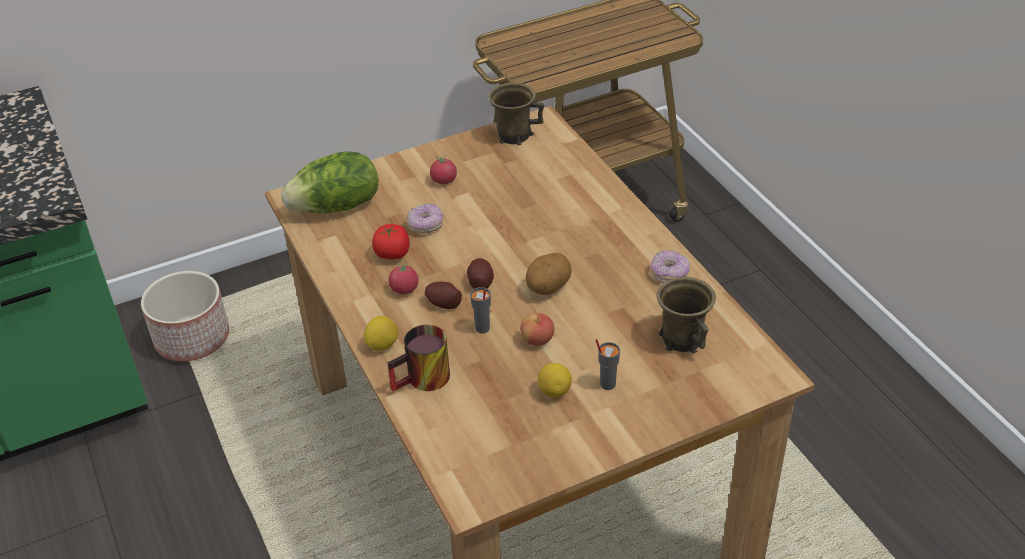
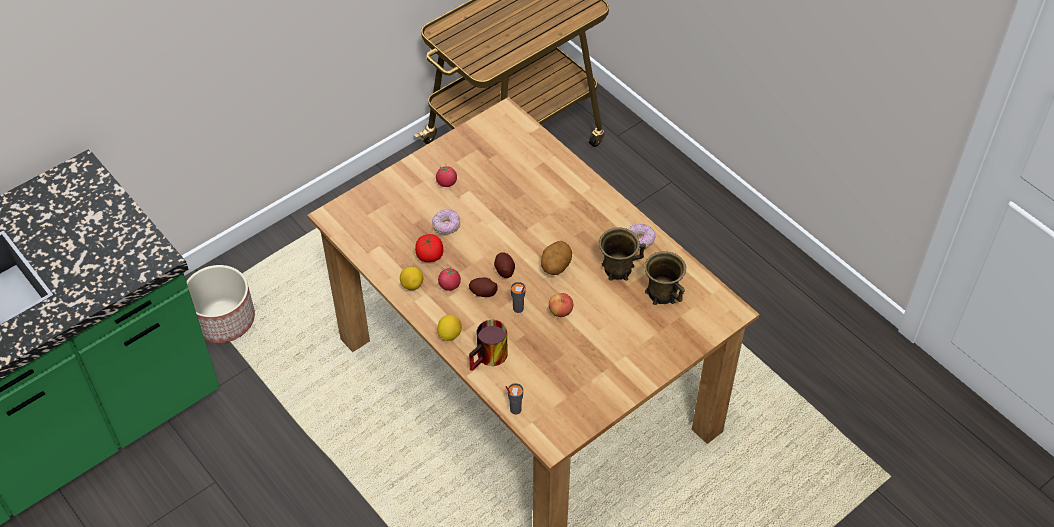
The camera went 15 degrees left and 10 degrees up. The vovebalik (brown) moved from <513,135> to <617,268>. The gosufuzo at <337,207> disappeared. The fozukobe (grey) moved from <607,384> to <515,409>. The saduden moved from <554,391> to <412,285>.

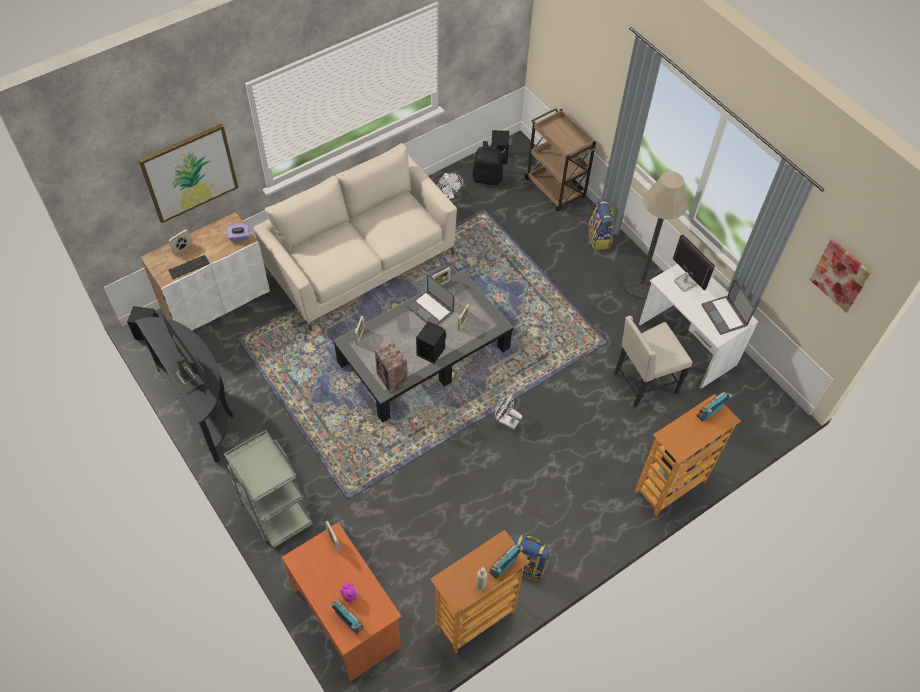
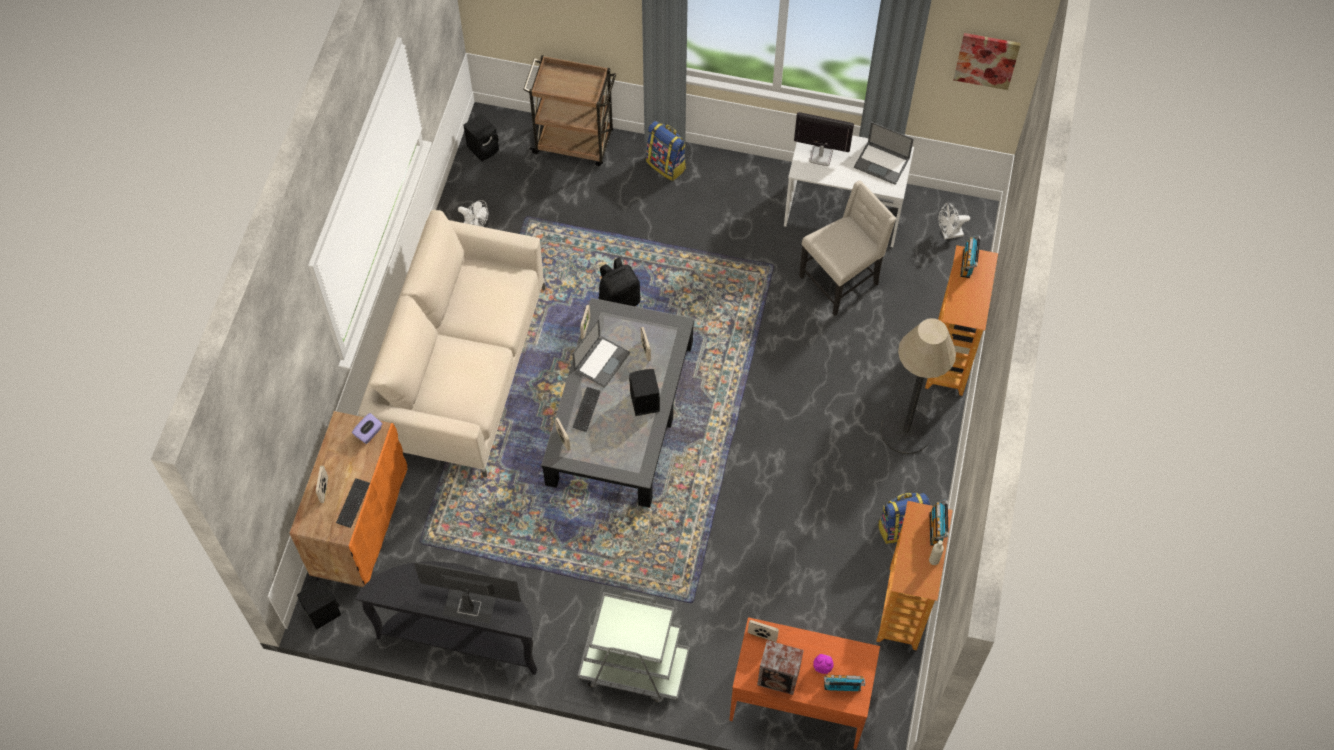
The camera went 40 degrees left and 5 degrees up. The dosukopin at <189,173> disappeared. The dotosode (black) moved from <487,178> to <619,301>. The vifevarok moved from <642,283> to <906,431>. The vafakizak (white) at <217,304> became the vafakizak (orange) at <361,526>. The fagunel at <431,309> turned 60 degrees counterclockwise. The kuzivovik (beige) at <643,383> turned 150 degrees counterclockwise. The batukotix moved from <392,379> to <779,678>. The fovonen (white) moved from <505,421> to <949,234>. The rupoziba at <586,409> appeared.

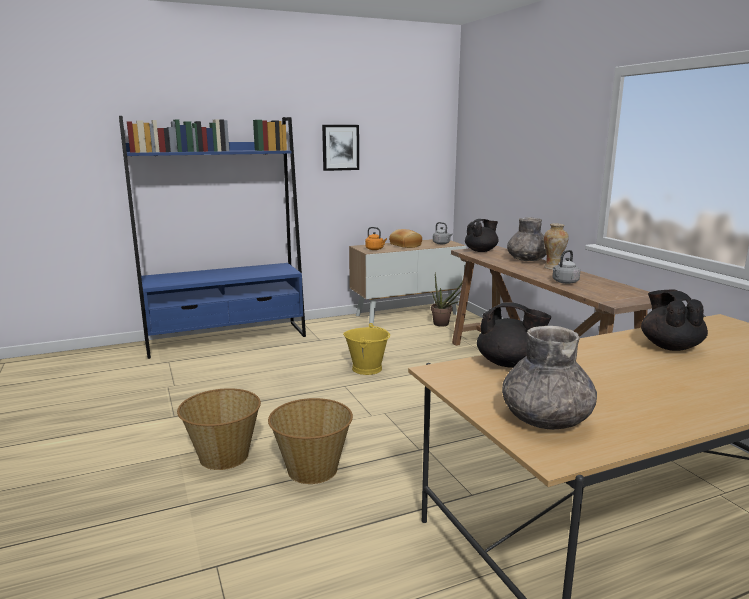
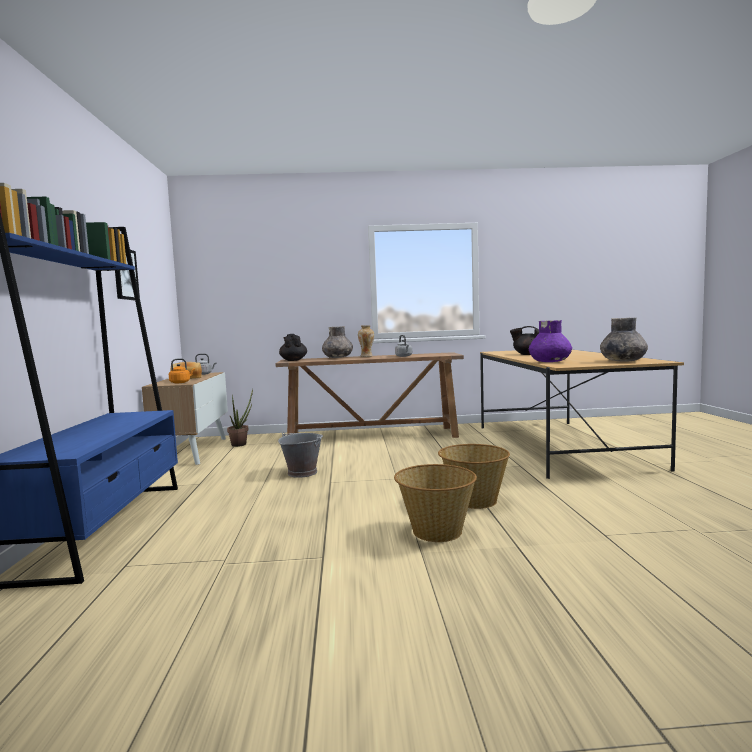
The camera went 70 degrees left and 10 degrees down. The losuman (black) at <509,363> was replaced by the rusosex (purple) at <550,362>. The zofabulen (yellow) at <367,368> became the zofabulen (grey) at <302,472>.

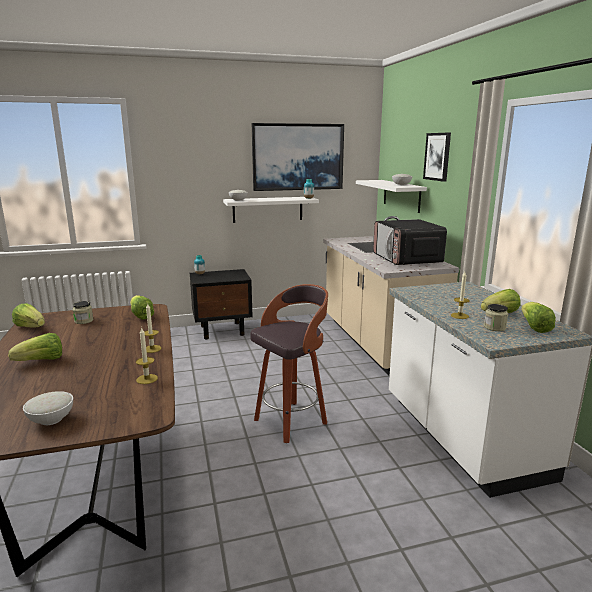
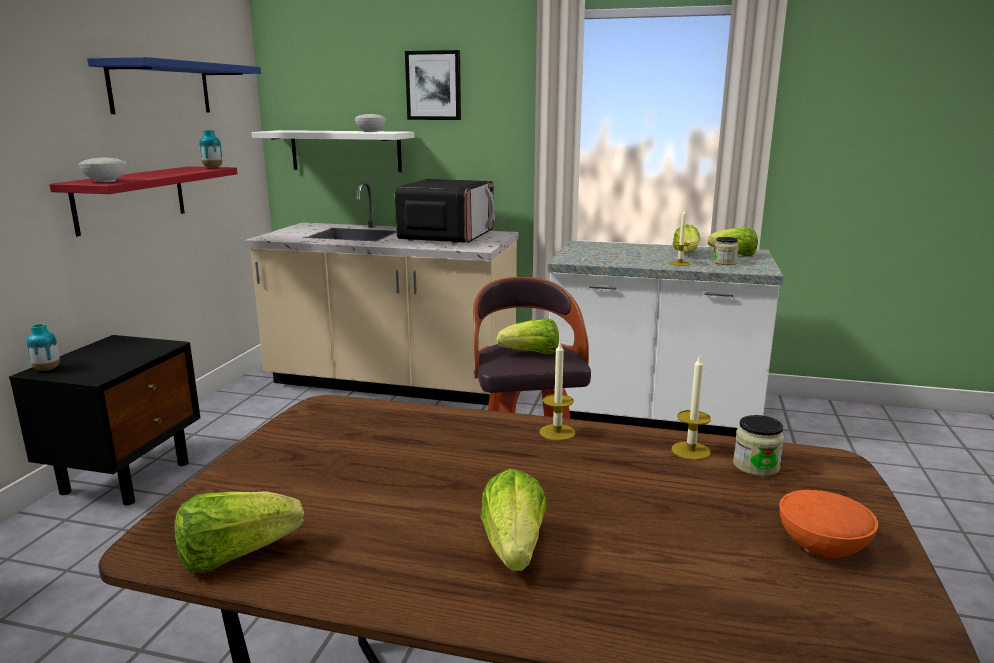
The camera went 60 degrees left and 0 degrees up. The dosukopin at <298,157> was replaced by the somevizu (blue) at <160,88>. The somevizu (white) at <267,209> became the somevizu (red) at <131,199>. The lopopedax at <406,259> turned 90 degrees counterclockwise. The gosufuzo moved from <141,316> to <531,354>. The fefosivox moved from <84,321> to <756,466>. The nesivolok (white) at <52,419> became the nesivolok (orange) at <820,546>.

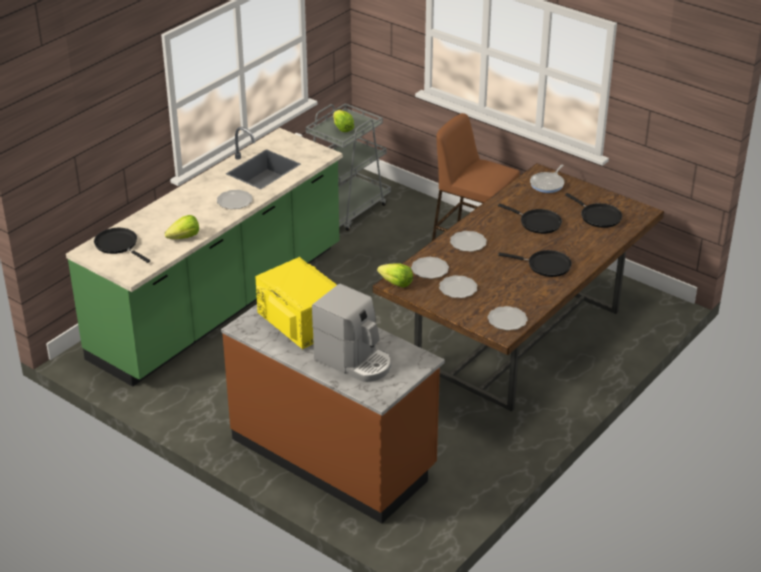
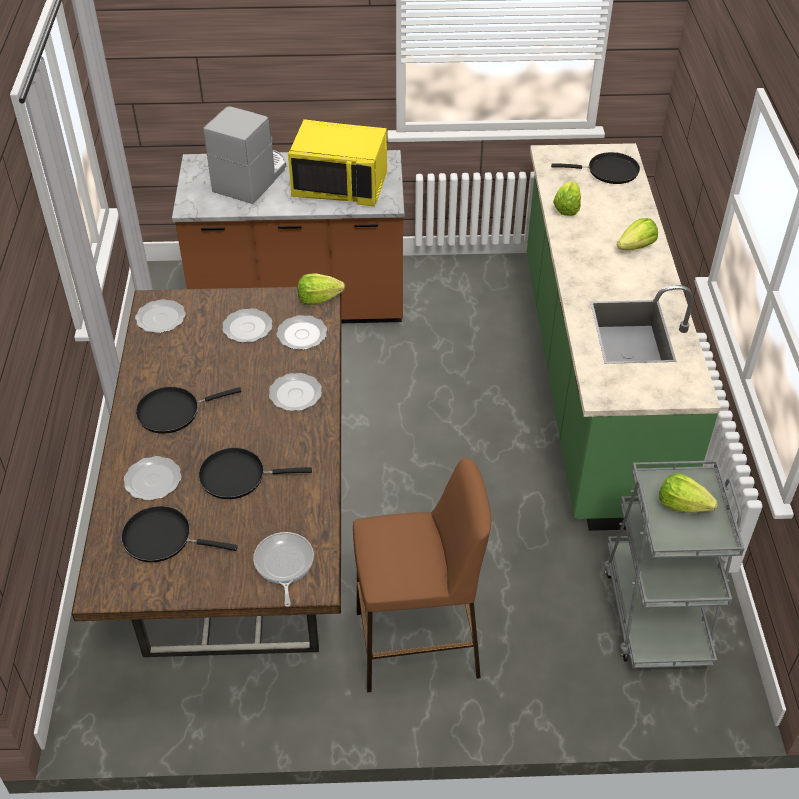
The camera went 140 degrees right and 10 degrees up. The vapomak moved from <235,201> to <152,480>. The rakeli at <354,361> turned 120 degrees clockwise. The gosufuzo at <636,247> appeared.

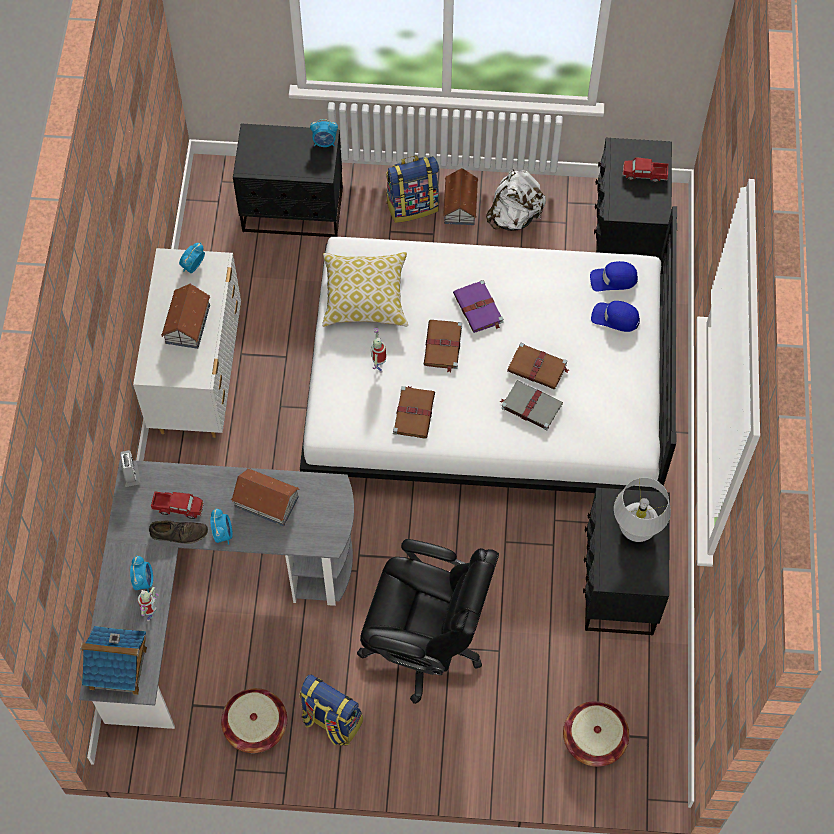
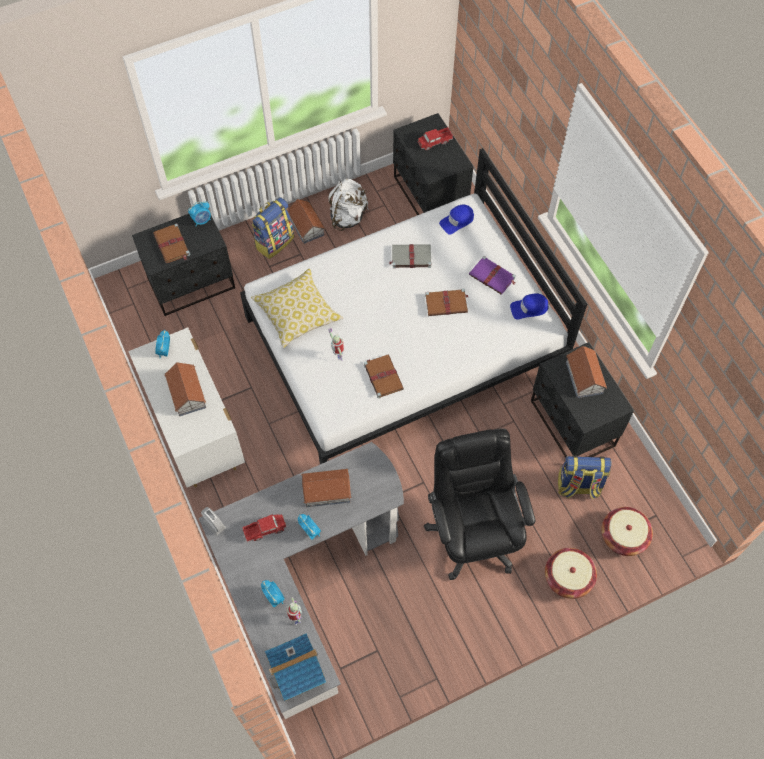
The camera went 30 degrees left and 0 degrees up. The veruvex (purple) moved from <478,308> to <492,277>. The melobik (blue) moved from <615,318> to <529,308>. The veruvex (brown) moved from <443,346> to <172,245>. The veruvex (grey) moved from <530,405> to <410,257>. The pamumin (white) at <637,529> was replaced by the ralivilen at <584,377>. The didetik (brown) at <179,533> disappeared. The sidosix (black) at <425,643> turned 90 degrees counterclockwise. The dotosode moved from <331,721> to <578,486>. The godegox moved from <256,726> to <568,577>.

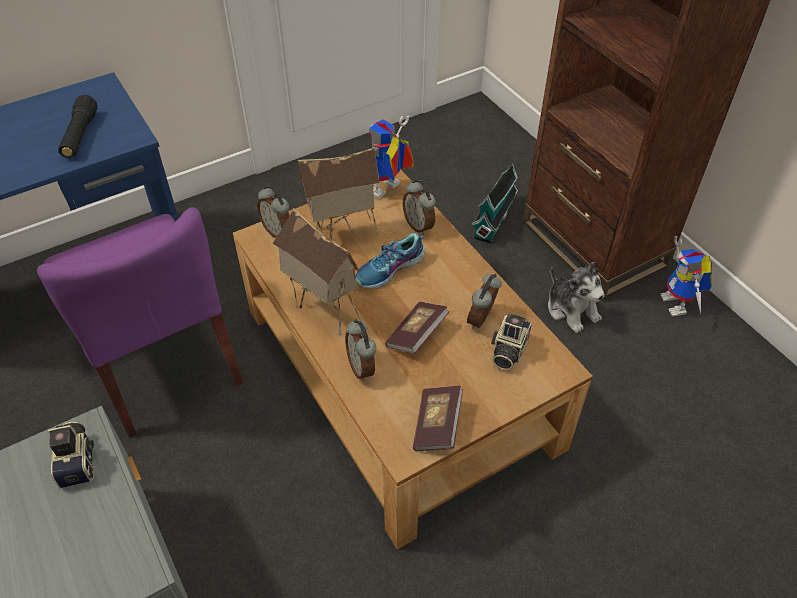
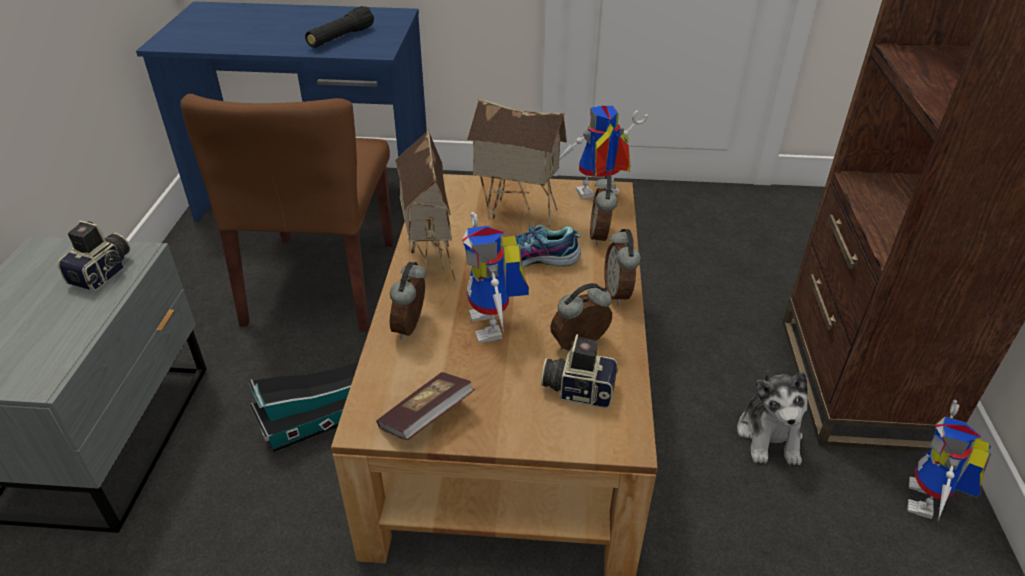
The camera went 35 degrees right and 10 degrees down. The ralivilen moved from <494,219> to <320,423>. The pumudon moved from <278,231> to <618,293>. The kuzivovik (purple) at <163,362> became the kuzivovik (brown) at <322,283>. The veruvex at <416,335> was replaced by the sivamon at <495,327>. The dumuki at <507,350> turned 45 degrees clockwise.

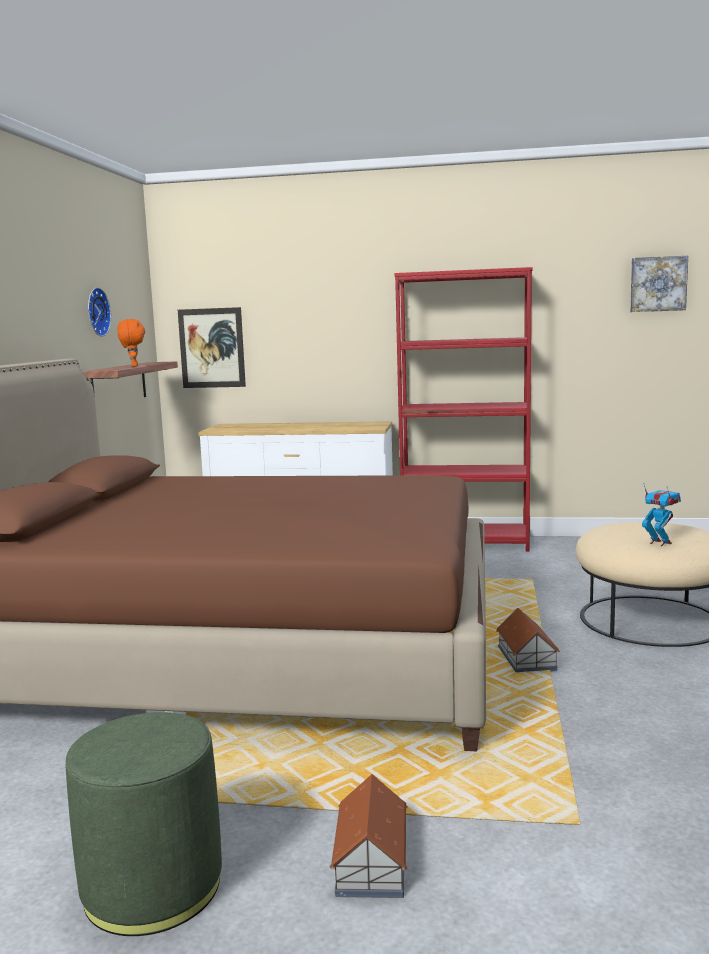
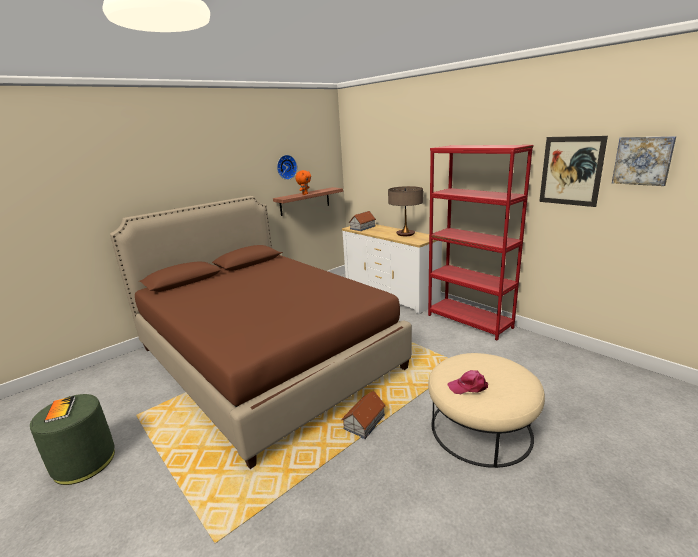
The camera went 40 degrees right and 10 degrees up. The dosukopin moved from <211,348> to <571,171>. The sivamon at <660,543> was replaced by the melobik (pink) at <468,386>. The ralivilen moved from <370,863> to <362,227>. The pamumin at <405,234> appeared. The veruvex at <60,410> appeared.

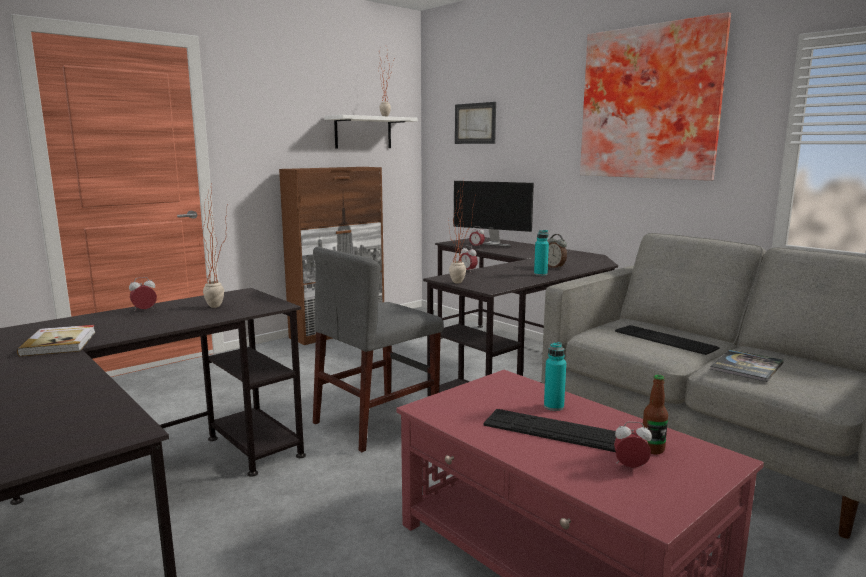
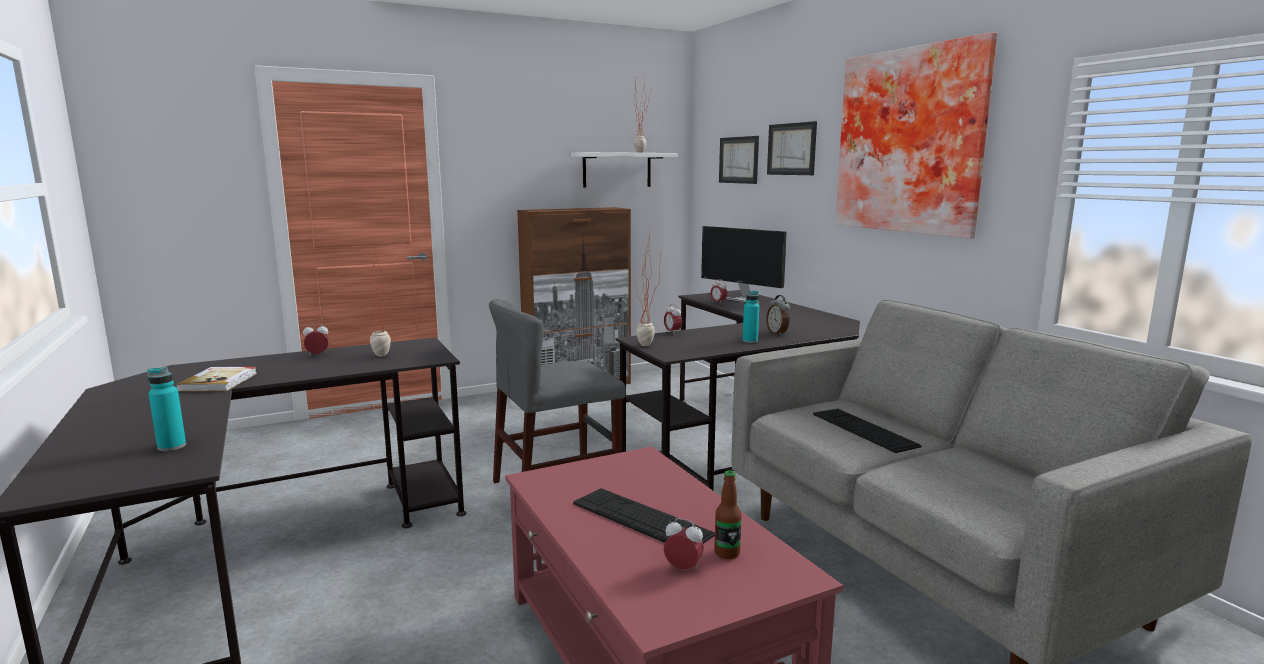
The camera went 15 degrees right and 0 degrees up. The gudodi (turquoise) moved from <553,407> to <172,446>. The veruvex at <747,366> disappeared. The dosukopin at <791,149> appeared.

